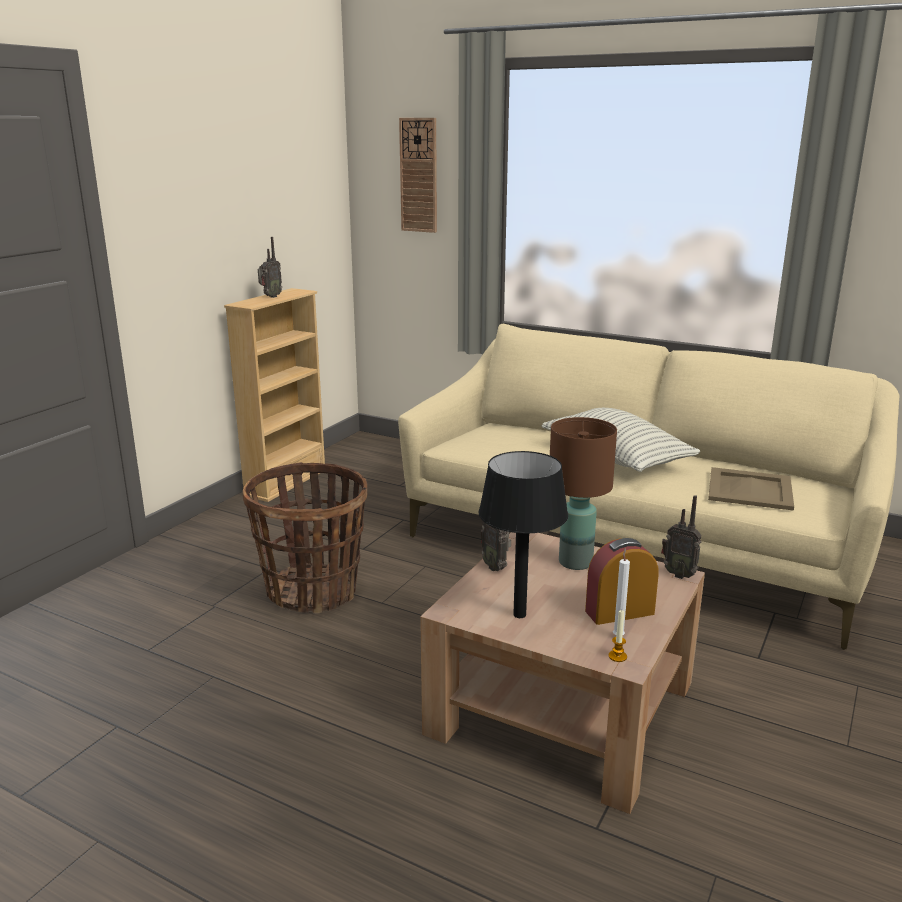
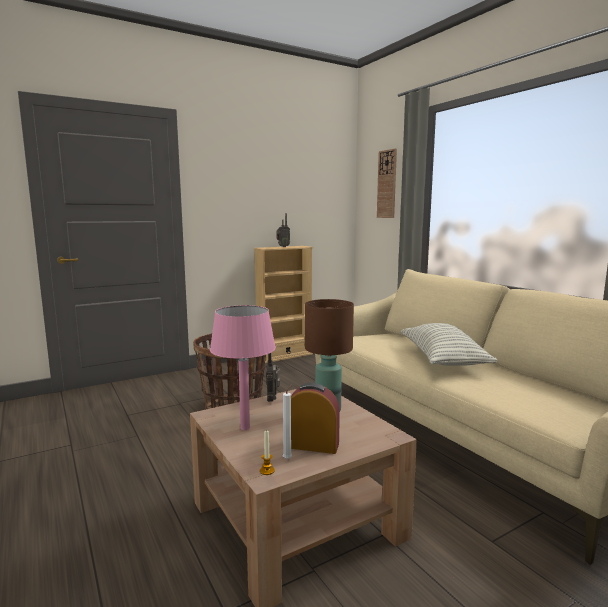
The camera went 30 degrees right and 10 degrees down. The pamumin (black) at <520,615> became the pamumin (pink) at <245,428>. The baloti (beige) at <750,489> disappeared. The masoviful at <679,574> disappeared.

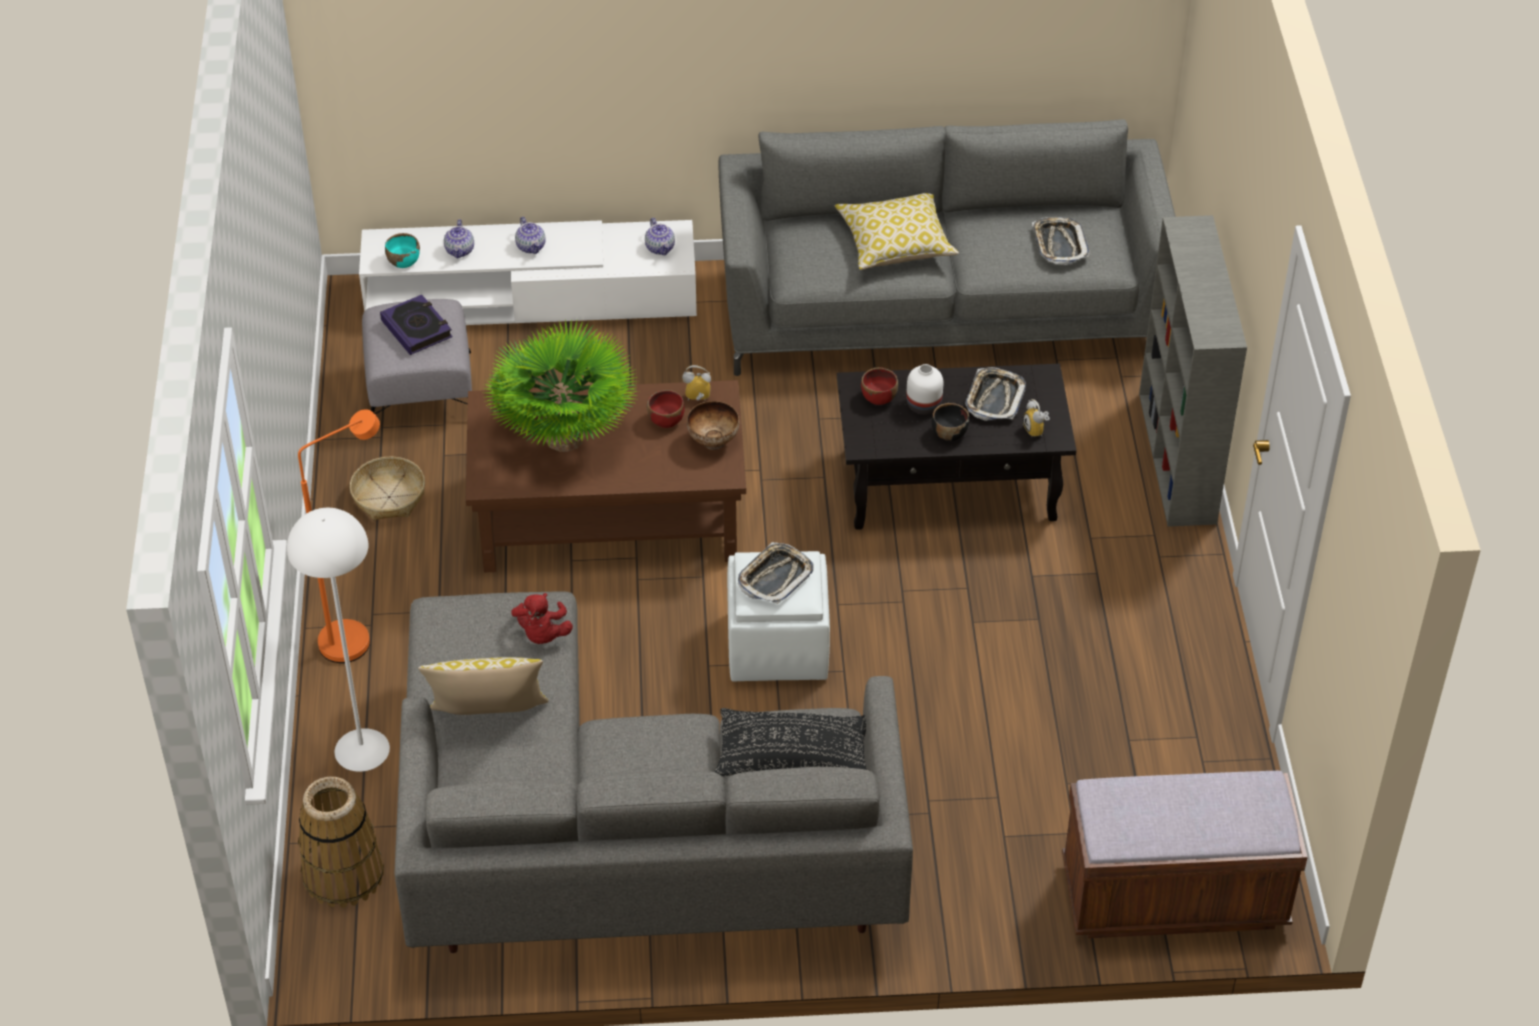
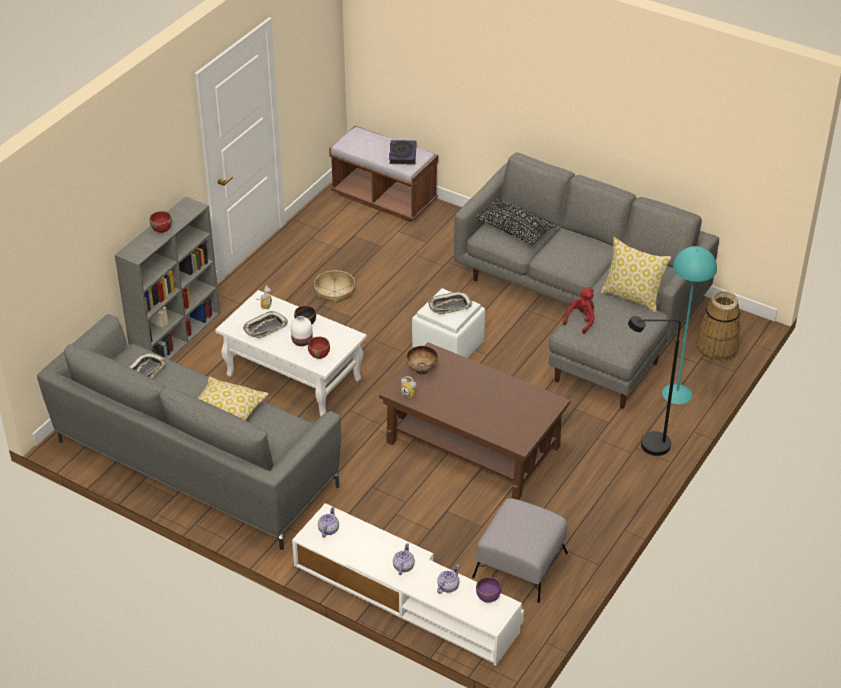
The camera went 145 degrees left and 5 degrees down. The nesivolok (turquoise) at <403,261> became the nesivolok (purple) at <488,597>. The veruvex moved from <417,329> to <402,155>. The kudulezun at <564,437> disappeared. The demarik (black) at <951,484> became the demarik (white) at <293,377>. The nesivolok (red) moved from <666,420> to <161,229>. The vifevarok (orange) at <357,637> became the vifevarok (black) at <647,445>. The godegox moved from <389,497> to <335,292>. The vifevarok (white) at <361,749> became the vifevarok (turquoise) at <677,394>.

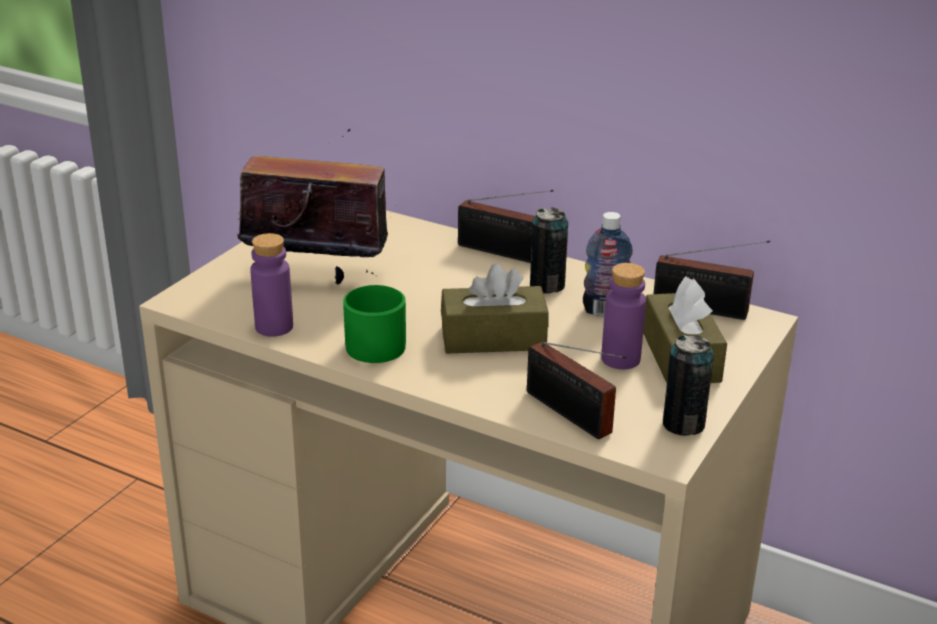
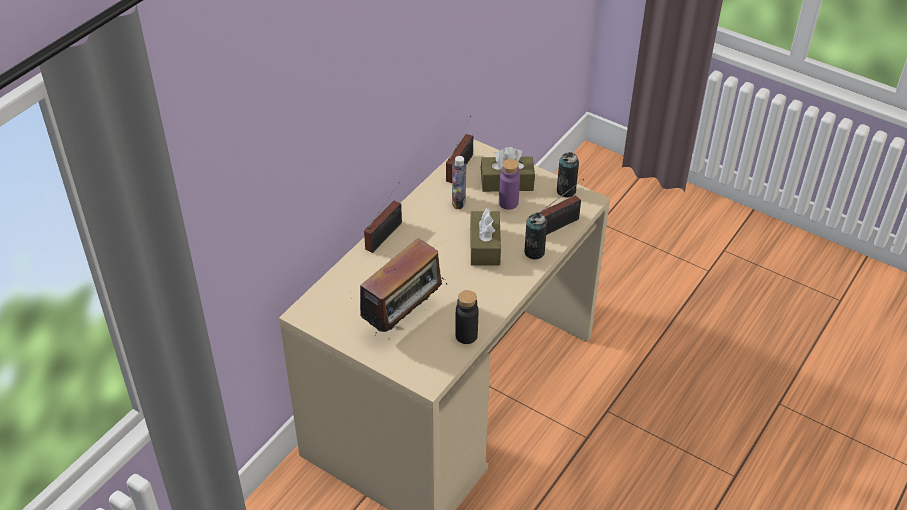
The camera went 85 degrees left and 15 degrees up. The masoviful at <316,275> turned 150 degrees counterclockwise. The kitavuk moved from <547,286> to <534,252>. The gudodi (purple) at <274,327> became the gudodi (black) at <466,335>. The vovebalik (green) at <378,343> disappeared.

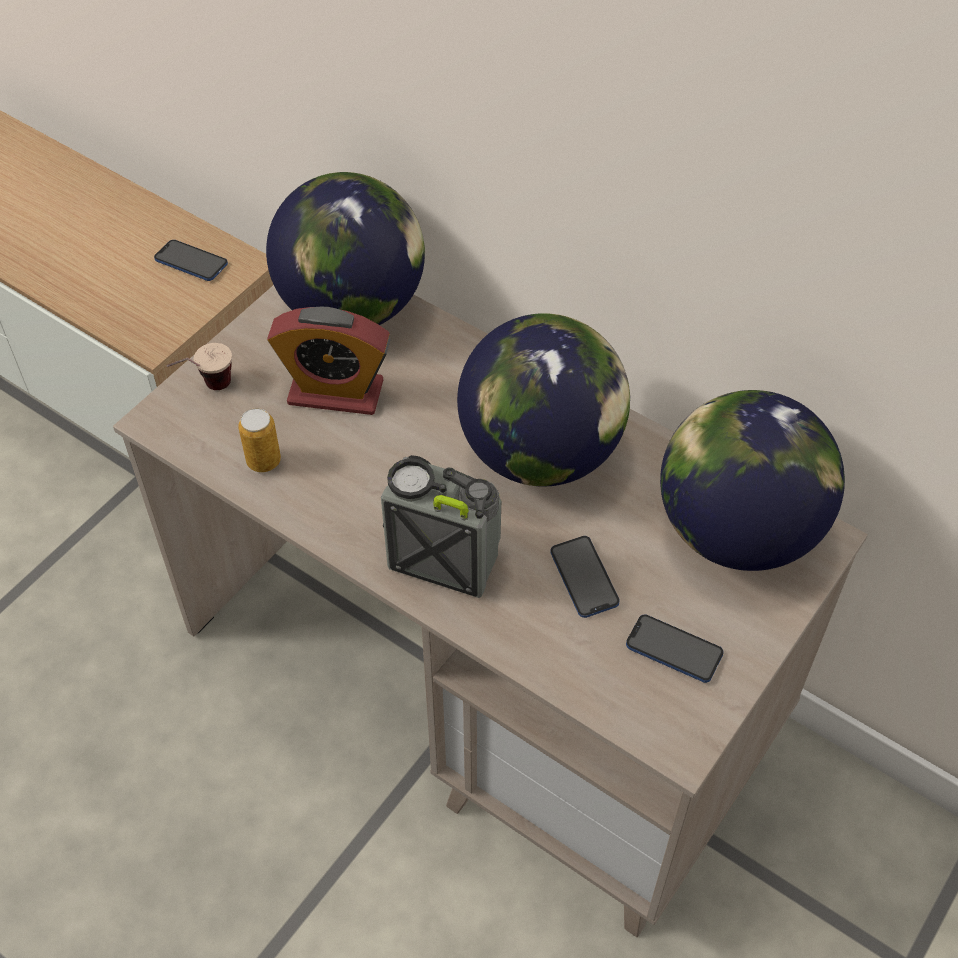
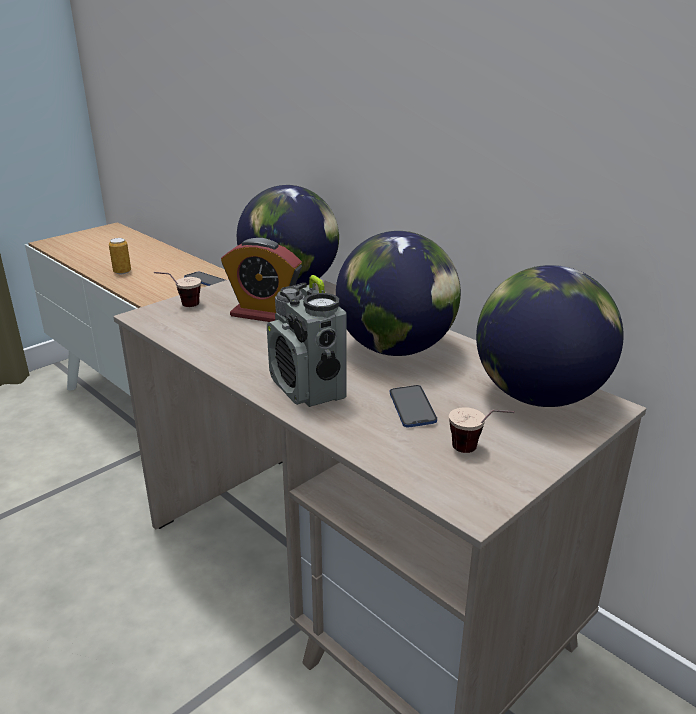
The camera went 10 degrees right and 25 degrees down. The kitavuk moved from <263,461> to <122,272>. The masoviful at <443,558> turned 150 degrees counterclockwise. The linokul at <674,649> was replaced by the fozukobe at <477,452>.

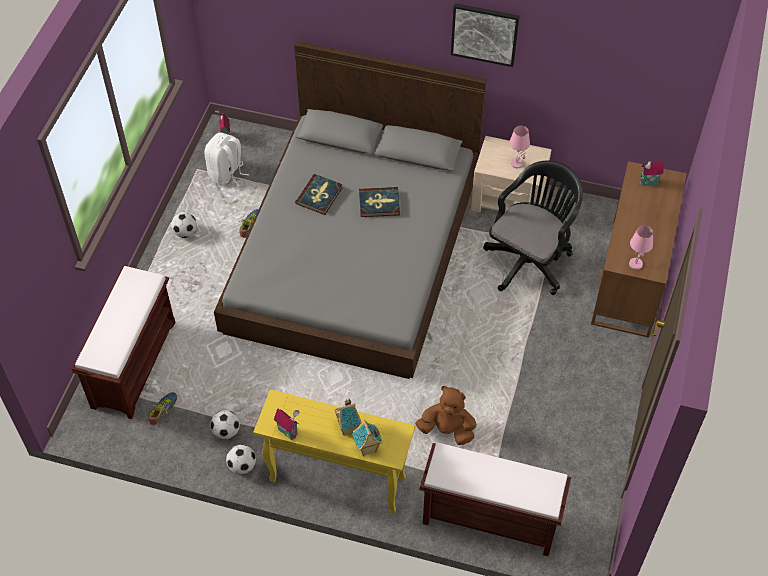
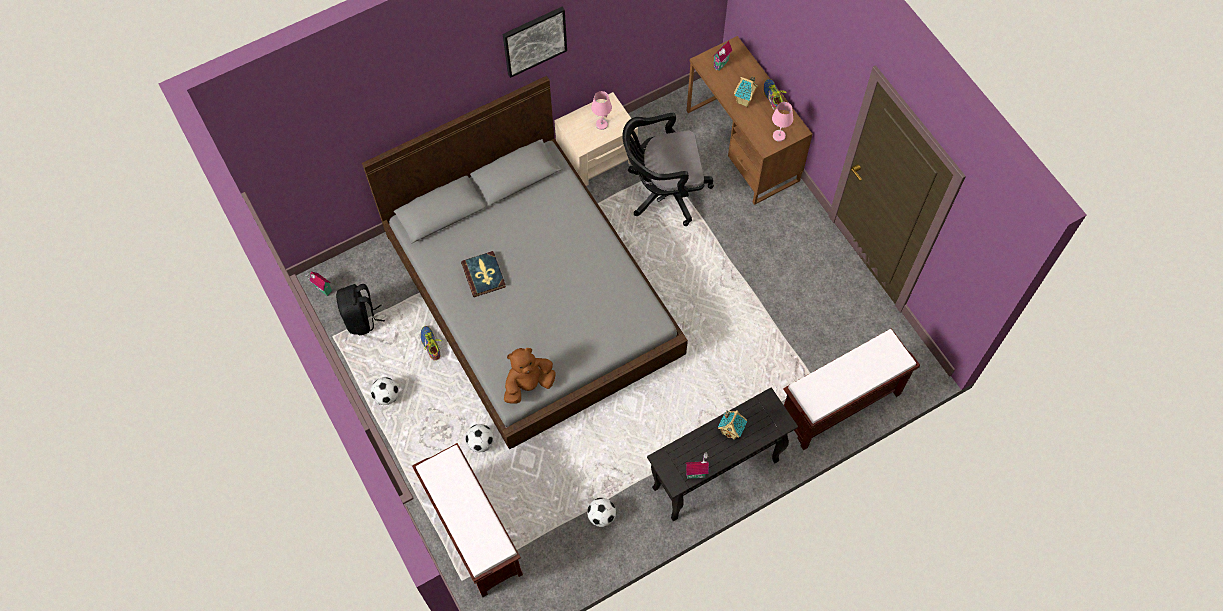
The camera went 45 degrees left and 10 degrees up. The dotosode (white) at <227,174> became the dotosode (black) at <362,319>. The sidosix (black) at <530,259> turned 90 degrees counterclockwise. The veruvex at <379,203> disappeared. The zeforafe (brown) moved from <447,430> to <528,384>. The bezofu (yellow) at <336,479> became the bezofu (black) at <715,475>. The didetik moved from <163,410> to <772,97>. The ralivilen moved from <367,449> to <744,101>. The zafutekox moved from <242,466> to <481,442>.

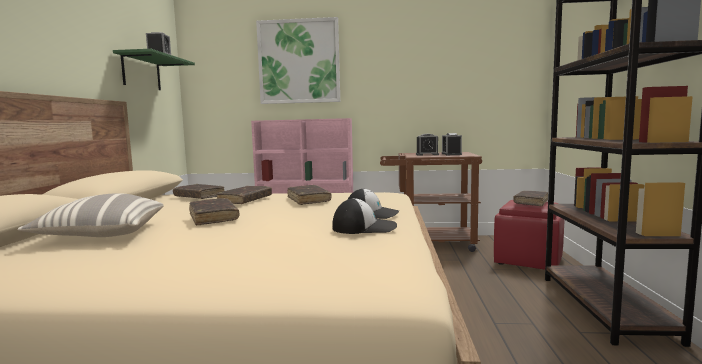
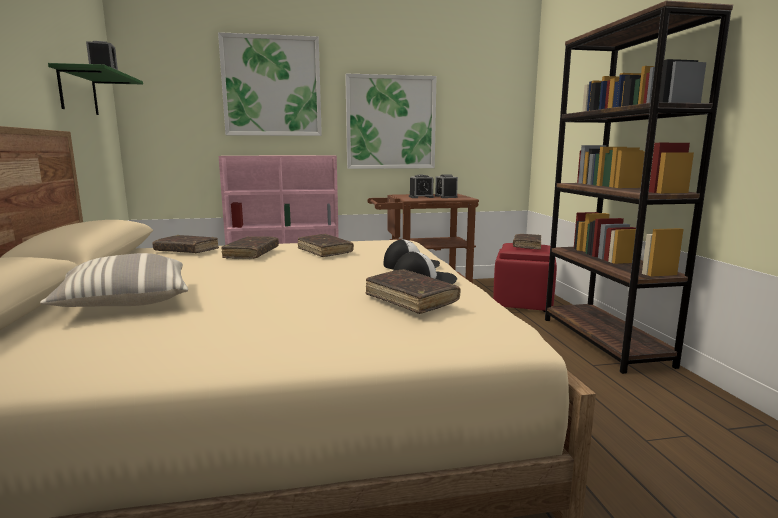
The camera went 15 degrees left and 5 degrees up. The veruvex (brown) moved from <213,218> to <411,299>. The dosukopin at <391,122> appeared.

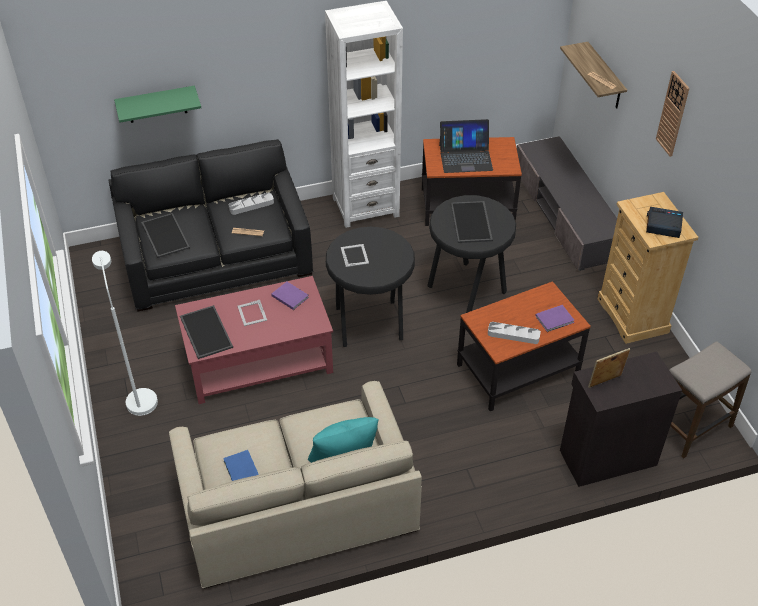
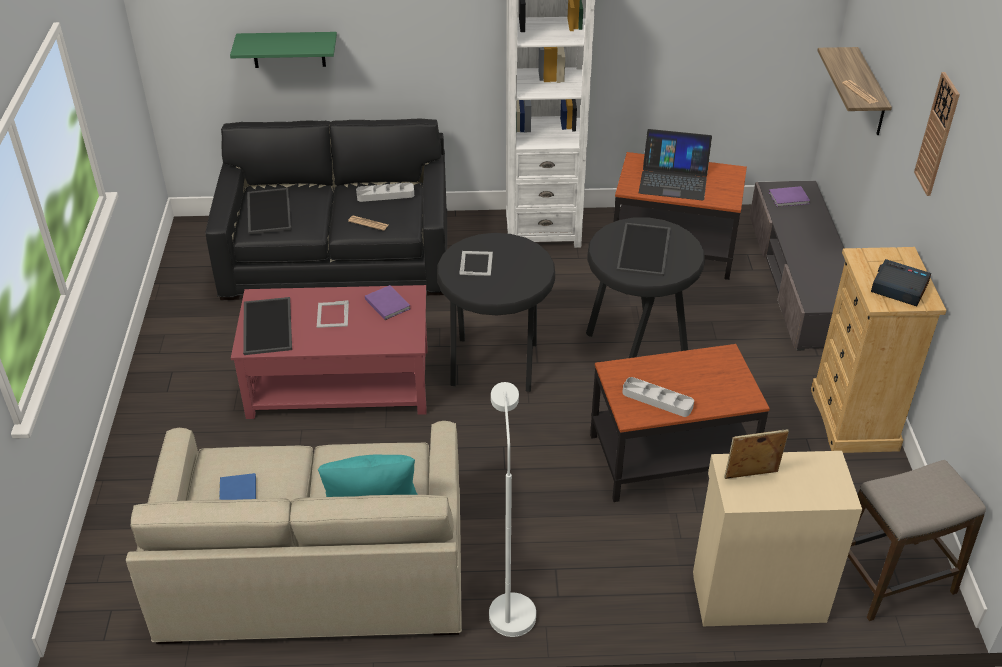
The camera went 15 degrees right and 5 degrees down. The vifevarok (white) moved from <139,396> to <509,605>. The veruvex (purple) moved from <555,319> to <790,198>. The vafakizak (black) at <606,456> became the vafakizak (beige) at <756,594>.

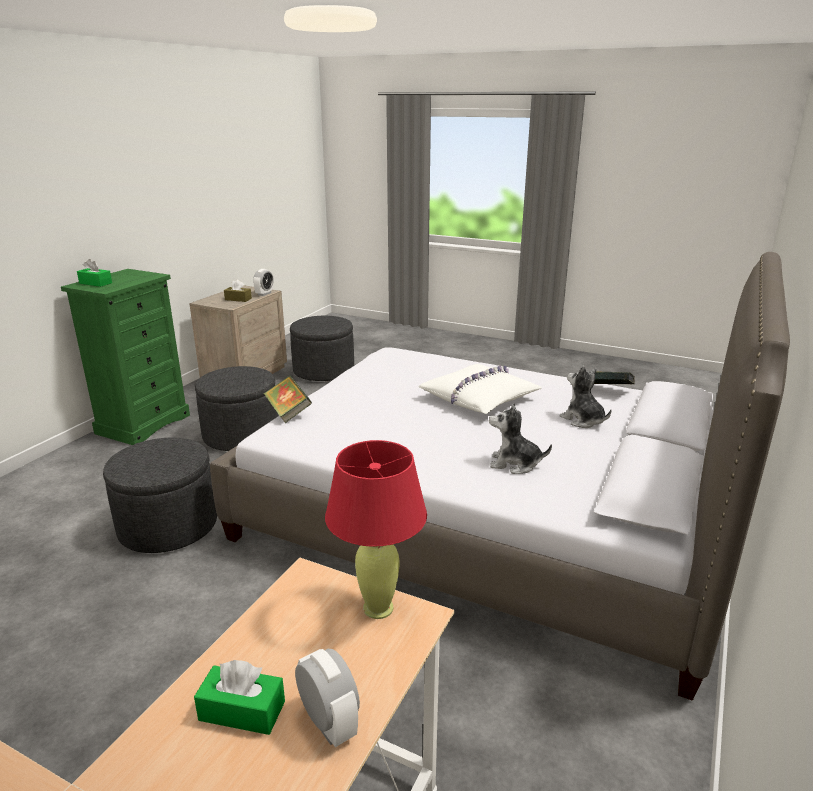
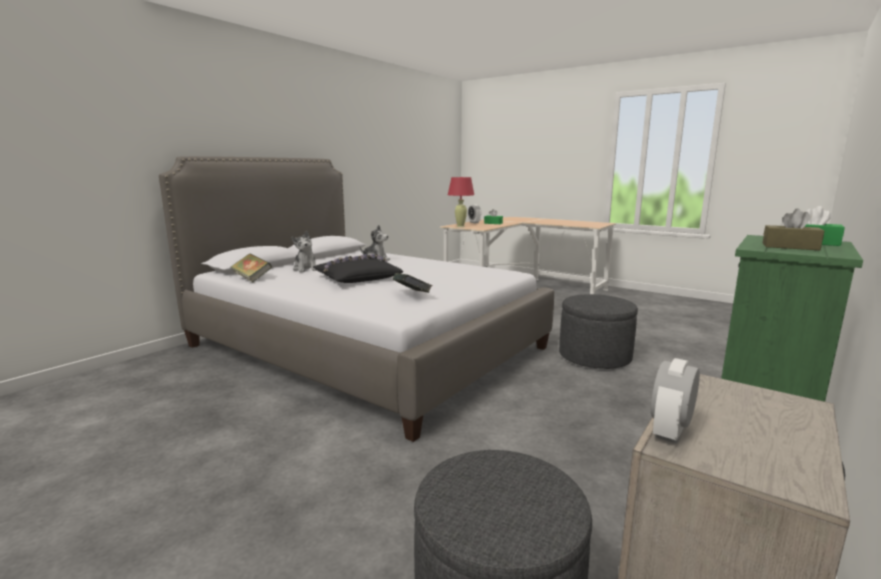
The camera went 170 degrees left and 10 degrees down. The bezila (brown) moved from <238,299> to <790,247>. The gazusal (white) at <479,398> became the gazusal (black) at <357,278>. The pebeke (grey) at <241,435> disappeared. The veruvex moved from <288,412> to <412,295>.

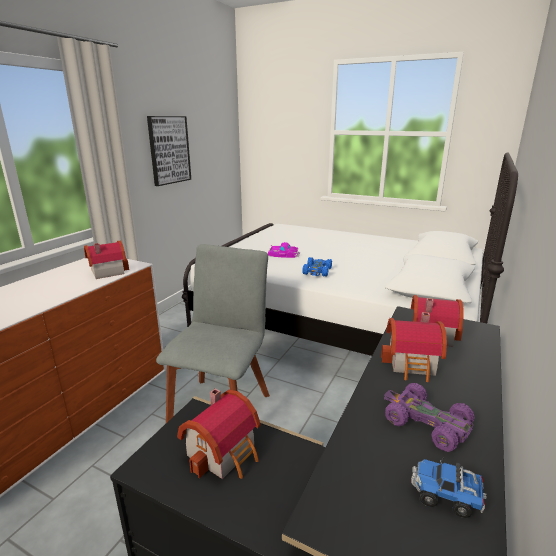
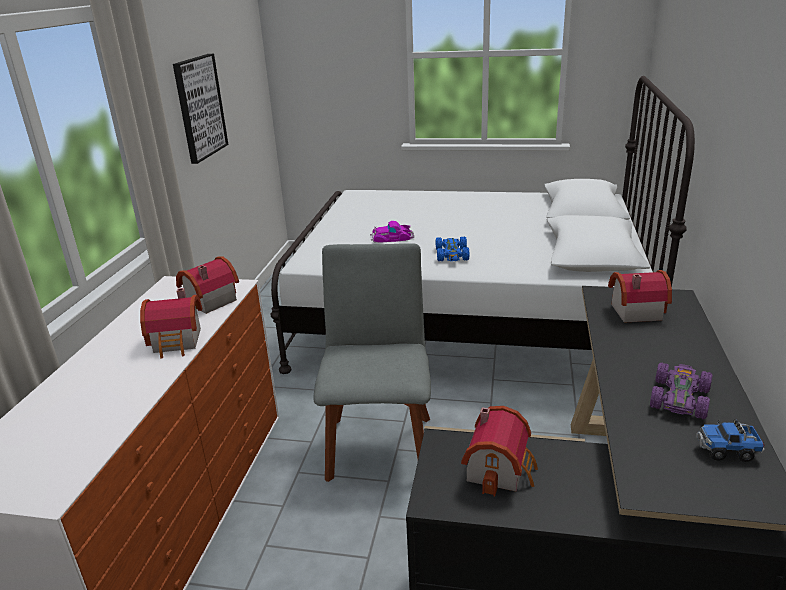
The camera went 15 degrees left and 5 degrees up. The ralivilen moved from <413,364> to <178,342>. The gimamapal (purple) at <425,423> turned 90 degrees clockwise.

